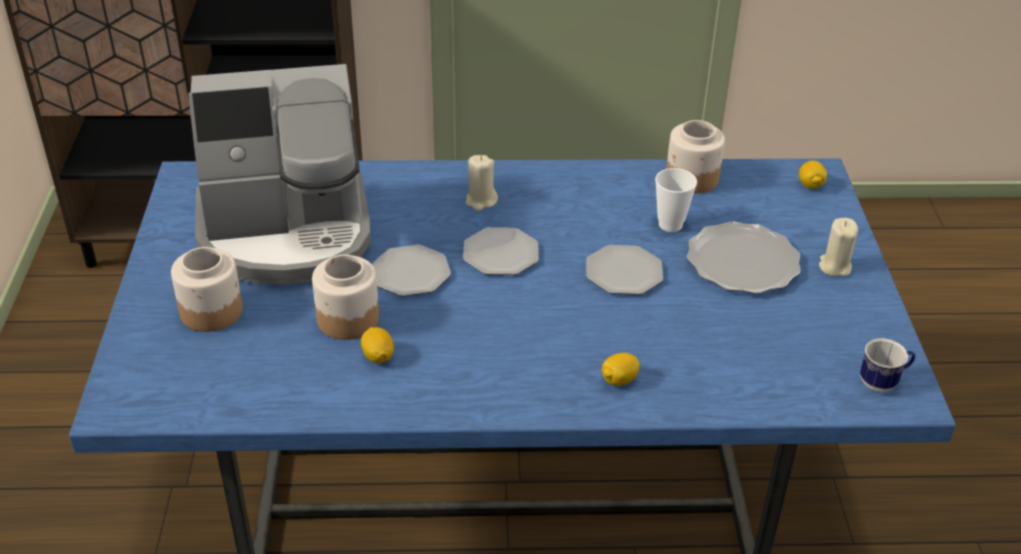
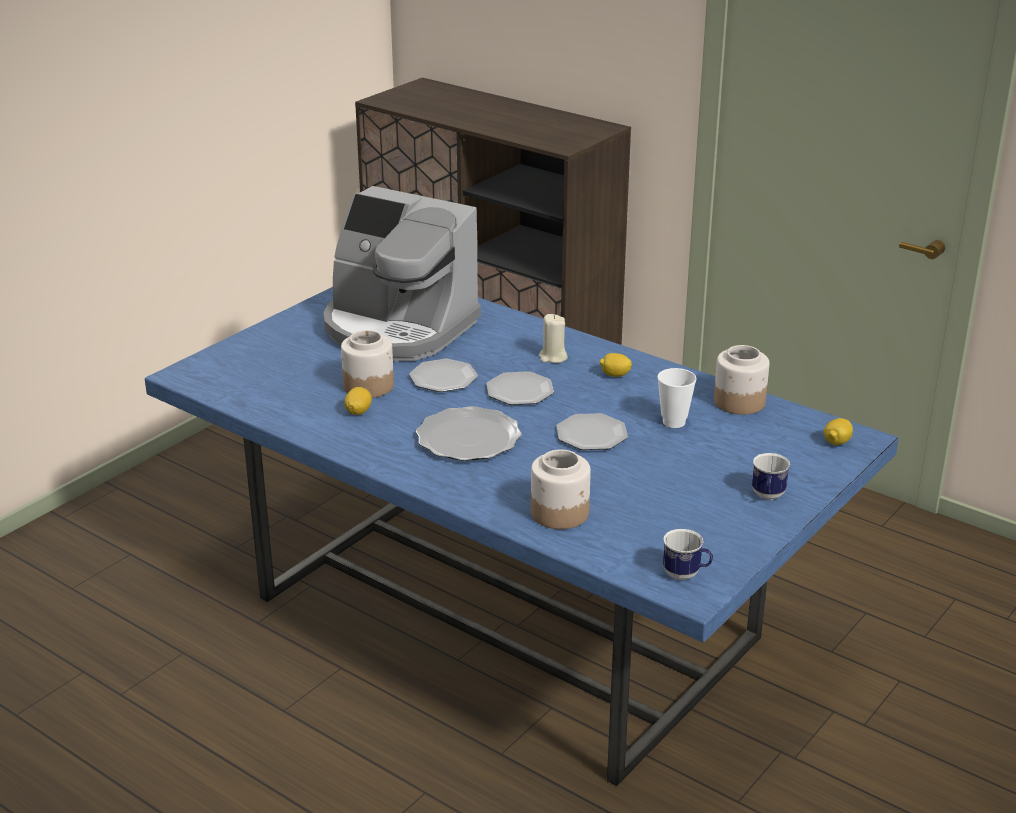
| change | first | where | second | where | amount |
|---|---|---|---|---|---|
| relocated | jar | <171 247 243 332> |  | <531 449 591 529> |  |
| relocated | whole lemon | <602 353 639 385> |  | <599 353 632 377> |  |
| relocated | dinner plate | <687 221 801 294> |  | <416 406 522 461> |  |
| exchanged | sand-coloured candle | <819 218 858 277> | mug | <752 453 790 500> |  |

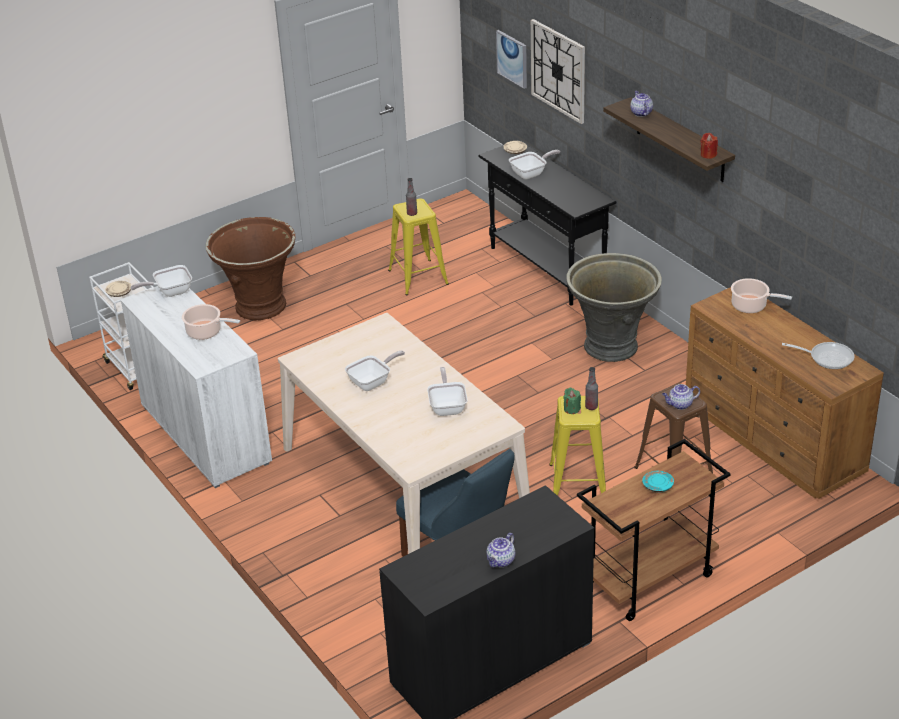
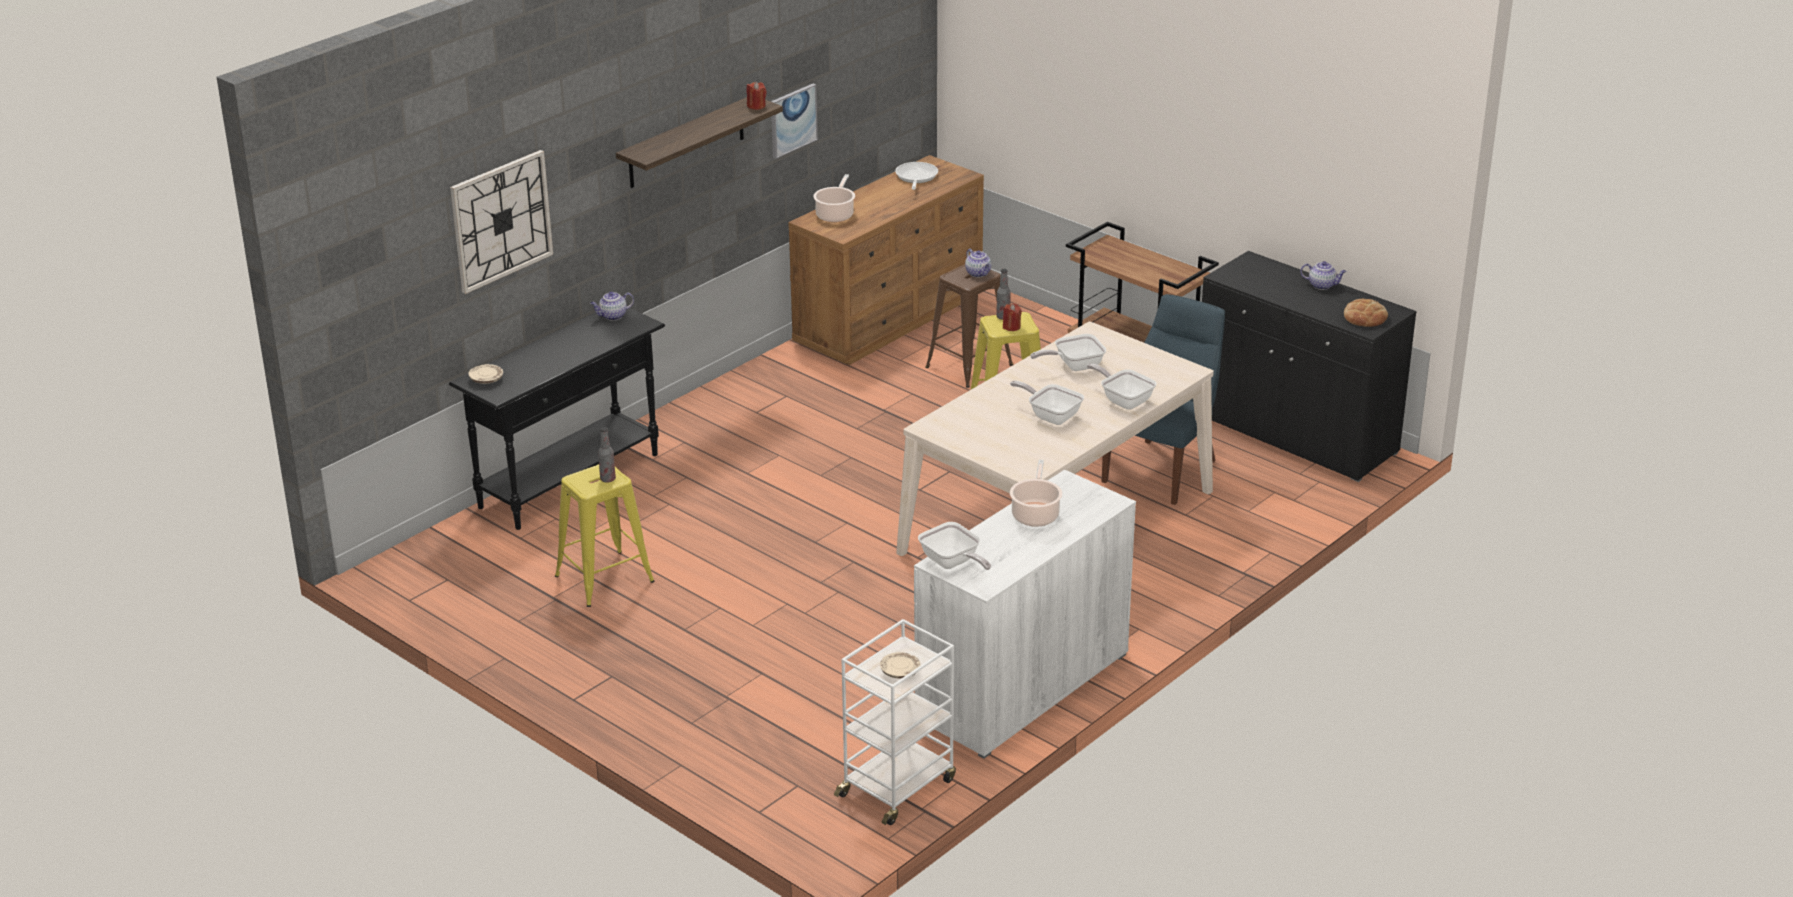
| change | first | where | second | where | amount |
|---|---|---|---|---|---|
| missing | brown planter | <205 217 296 320> |  |  |  |
| missing | grey planter | <566 253 662 362> |  |  |  |
| missing | turquoise dinner plate | <642 471 674 492> |  |  |  |
| appeared |  |  | bread | <1344 299 1388 327> |  |
| relocated | picture | <496 30 527 89> |  | <771 84 818 159> |  |
| relocated | frying pan | <509 150 560 179> |  | <1087 363 1157 410> |  |
| relocated | tea pot | <630 91 653 117> |  | <590 292 634 321> |  |
| colour | greenish candle | <563 387 581 414> | red candle | <1003 303 1022 331> |  |

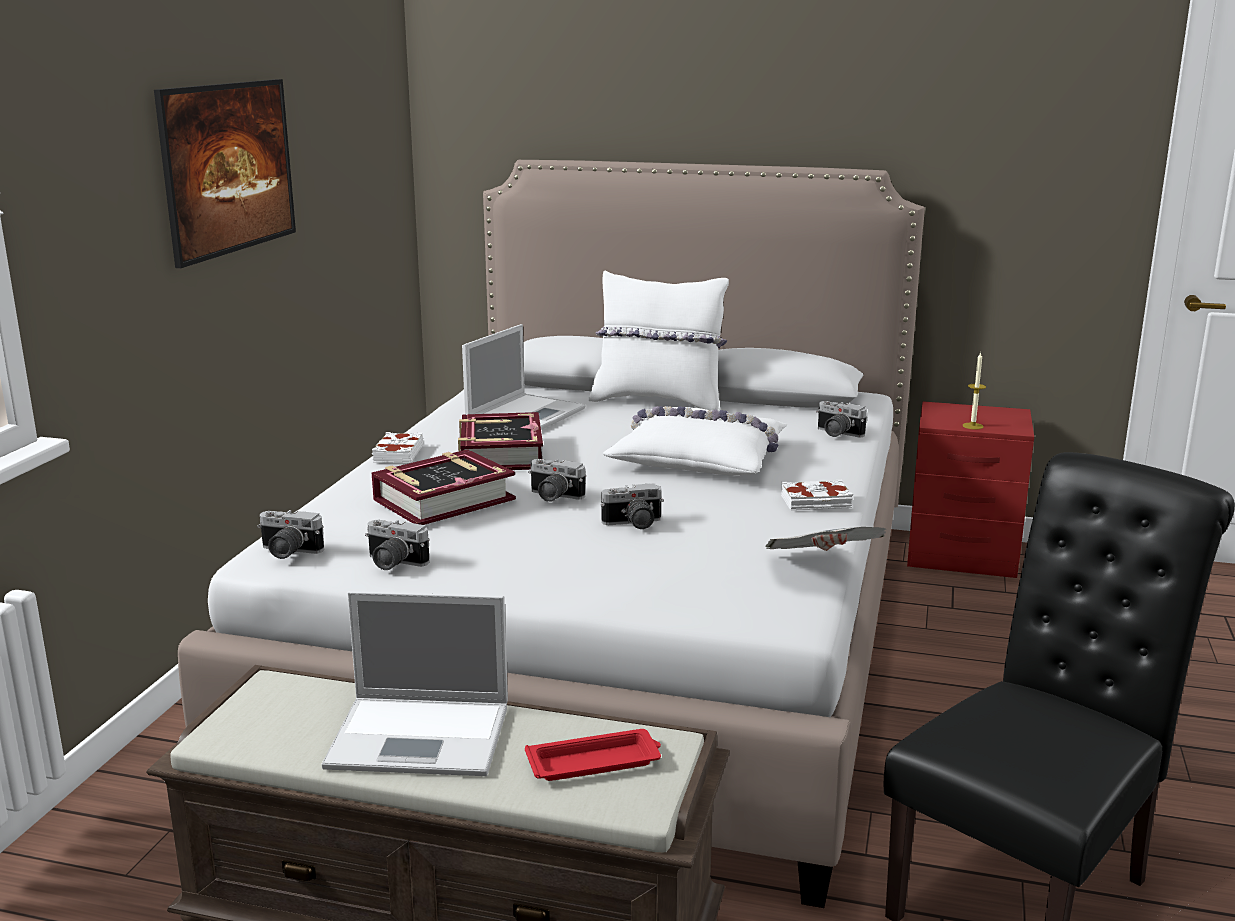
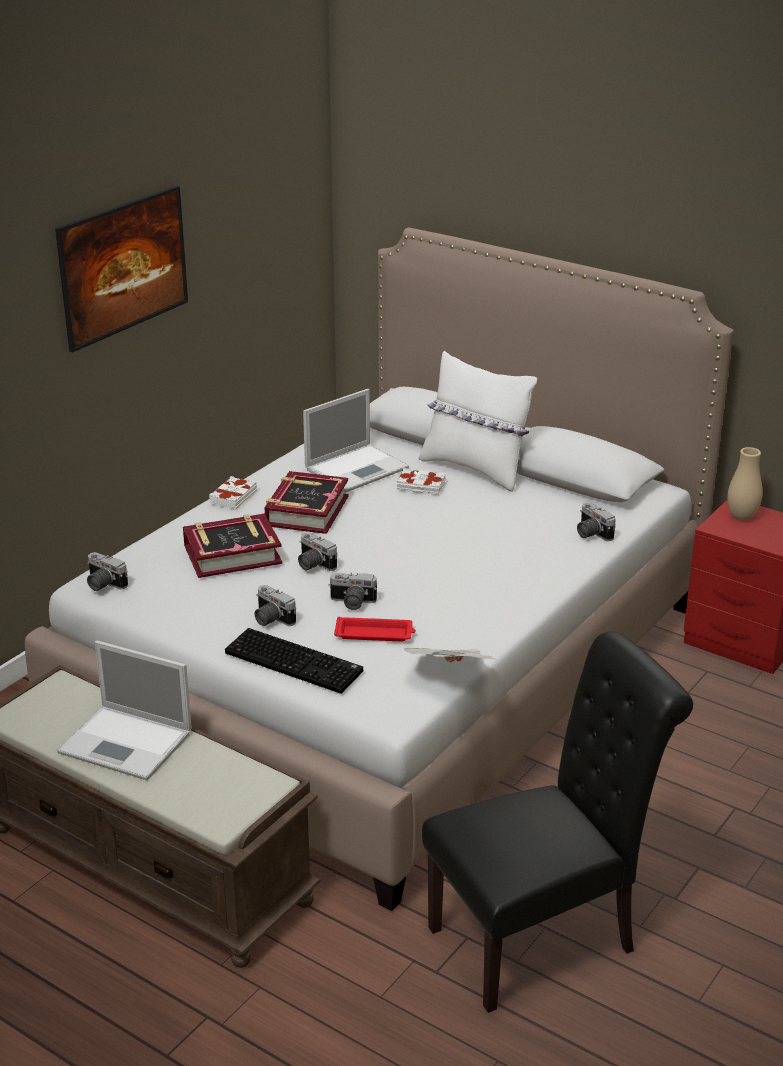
| change | first | where | second | where | amount |
|---|---|---|---|---|---|
| missing | whitish pillow | <603 406 787 476> |  |  |  |
| missing | candle | <962 352 986 429> |  |  |  |
| appeared |  |  | computer keyboard | <225 628 363 694> |  |
| appeared |  |  | sand-coloured decorative vase | <727 447 763 520> |  |
| relocated | still camera | <365 520 429 570> |  | <254 585 296 626> |  |
| relocated | red serving tray | <525 729 661 781> |  | <334 617 416 641> |  |
| relocated | whitish bound book | <781 480 853 510> |  | <397 468 445 495> |  |

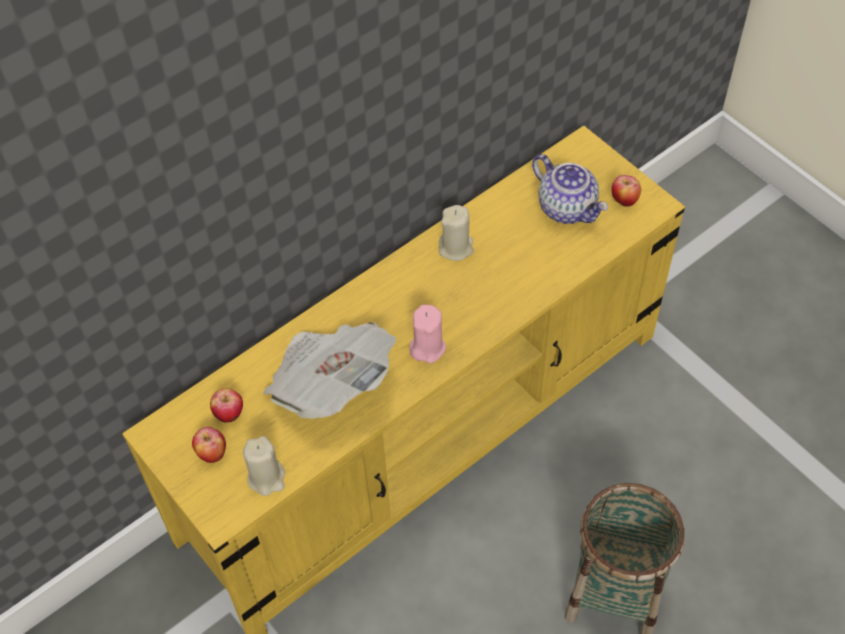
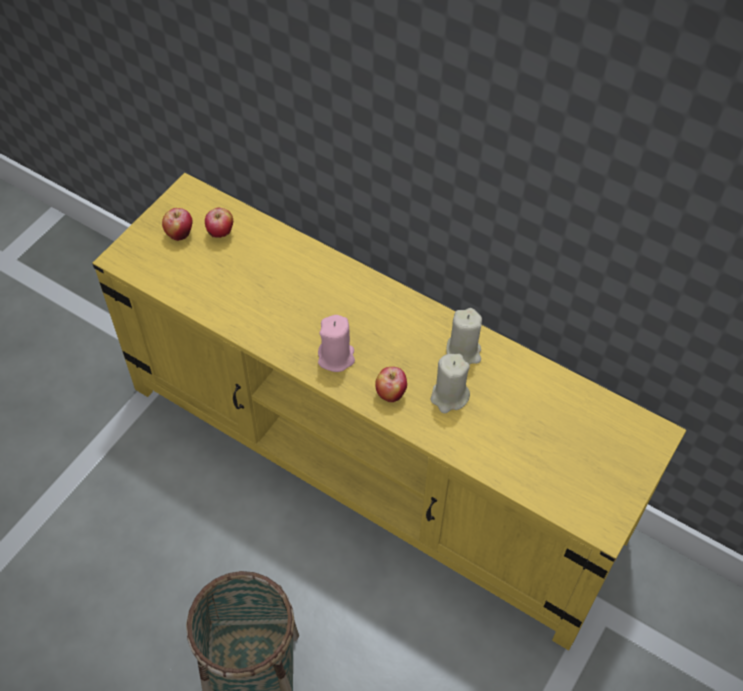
| change | first | where | second | where | amount |
|---|---|---|---|---|---|
| missing | printed paper | <263 322 396 419> |  |  |  |
| missing | tea pot | <532 154 608 224> |  |  |  |
| relocated | sand-coloured candle | <243 436 285 496> |  | <431 354 470 413> |  |
| relocated | apple fruit | <611 175 641 207> |  | <375 367 407 402> |  |

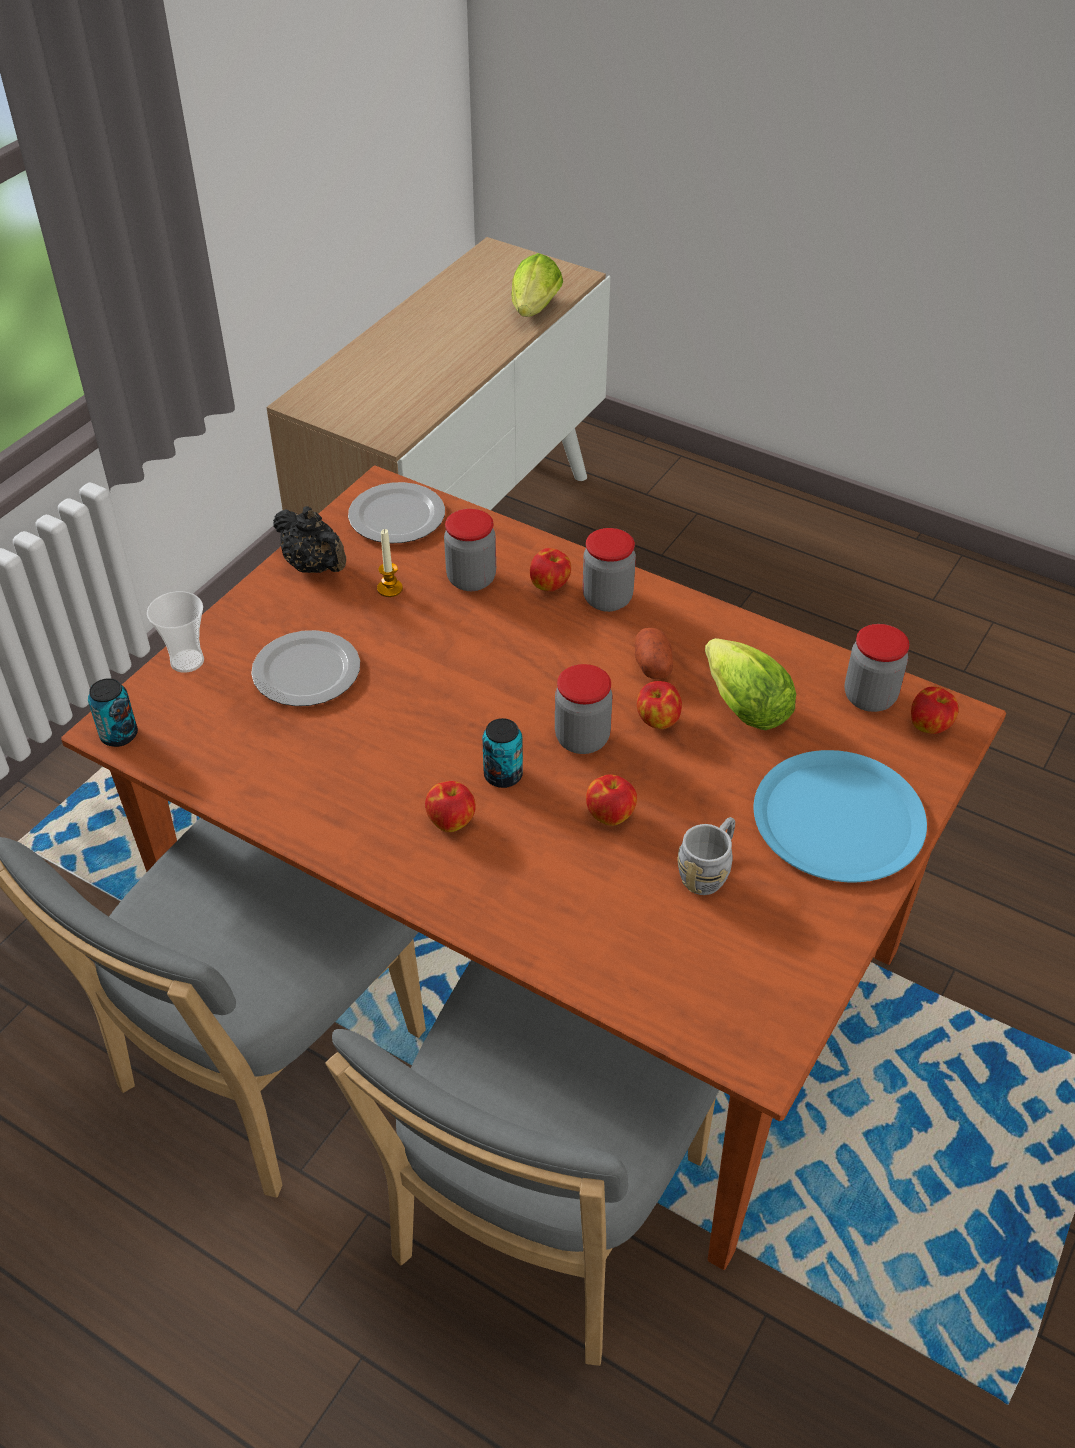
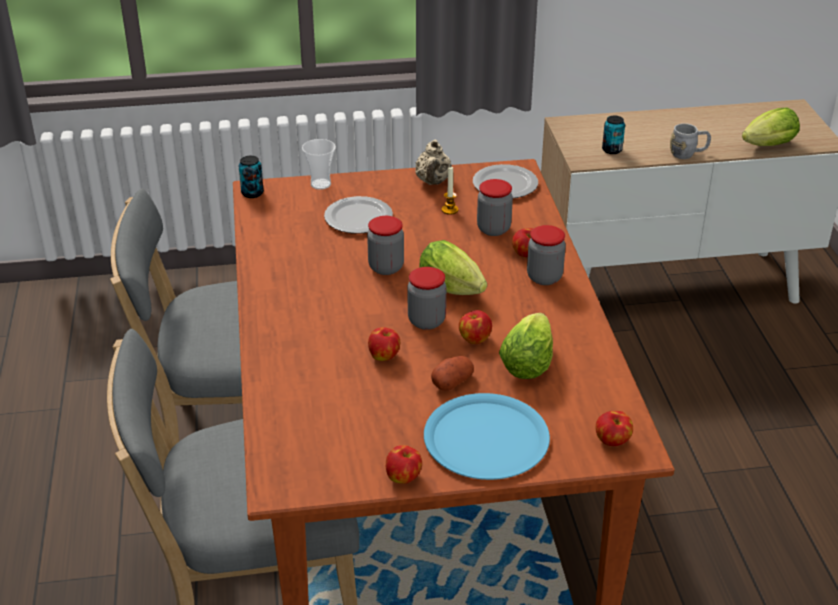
| change | first | where | second | where | amount |
|---|---|---|---|---|---|
| appeared |  |  | lettuce | <419 240 487 295> |  |
| relocated | apple fruit | <425 781 476 832> |  | <386 445 422 484> |  |
| relocated | sealed can | <482 718 523 788> |  | <602 116 625 154> |  |
| relocated | potato | <635 627 673 679> |  | <431 356 474 391> |  |
| relocated | grey mug | <677 817 735 895> |  | <670 123 711 159> |  |
| relocated | jar | <844 624 910 712> |  | <367 216 404 275> |  |
| colour | black tea pot | <273 506 346 573> | sand-coloured tea pot | <415 139 452 185> |  |

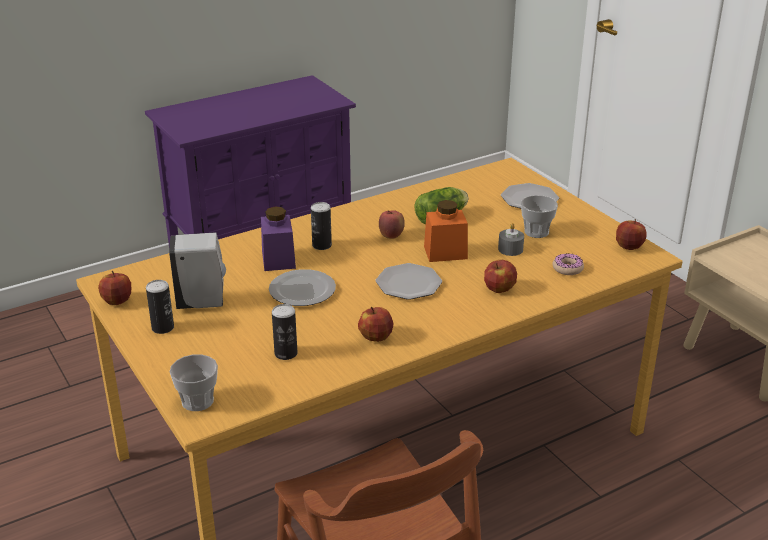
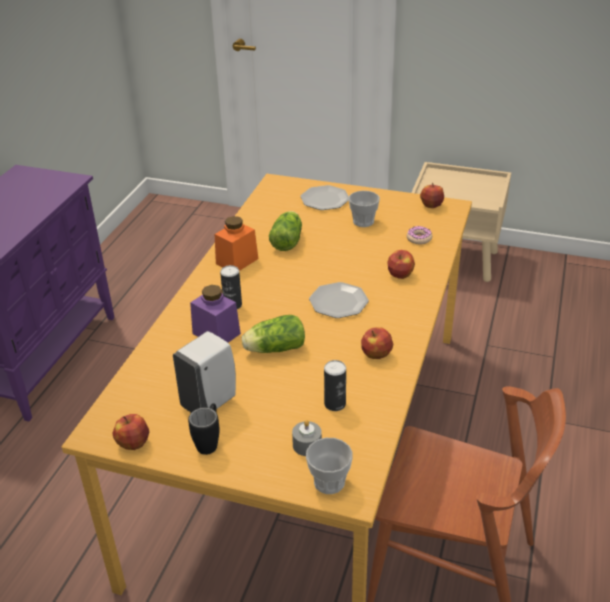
| change | first | where | second | where | amount |
|---|---|---|---|---|---|
| missing | apple fruit | <379 210 405 239> |  |  |  |
| relocated | orangey jar | <424 200 468 262> |  | <215 216 258 271> |  |
| relocated | grey candle | <498 223 524 256> |  | <292 420 322 456> |  |
| exchanged | sealed can | <146 280 174 334> | black mug | <188 403 220 455> |  |
| exchanged | dinner plate | <269 269 336 306> | lettuce | <242 315 305 353> |  |

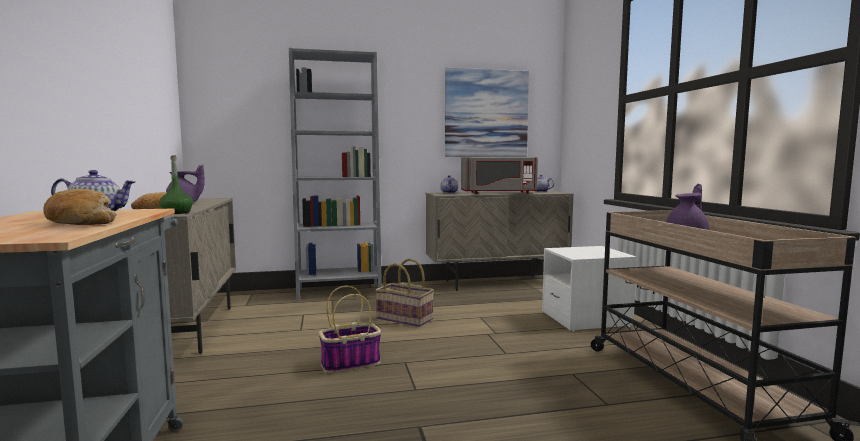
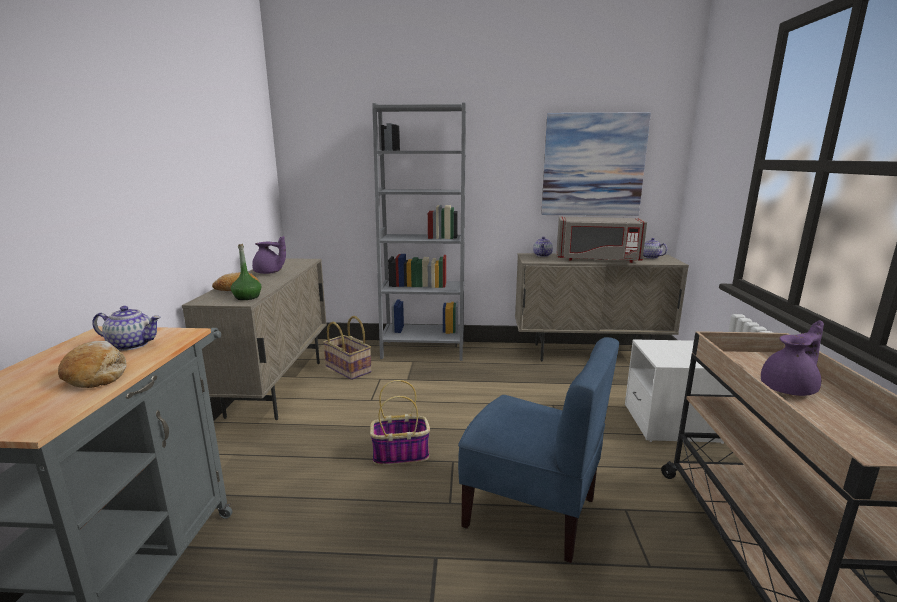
| change | first | where | second | where | amount |
|---|---|---|---|---|---|
| appeared |  |  | blue upright chair | <458 337 619 563> |  |
| relocated | household basket | <375 258 434 327> |  | <323 316 372 380> |  |

